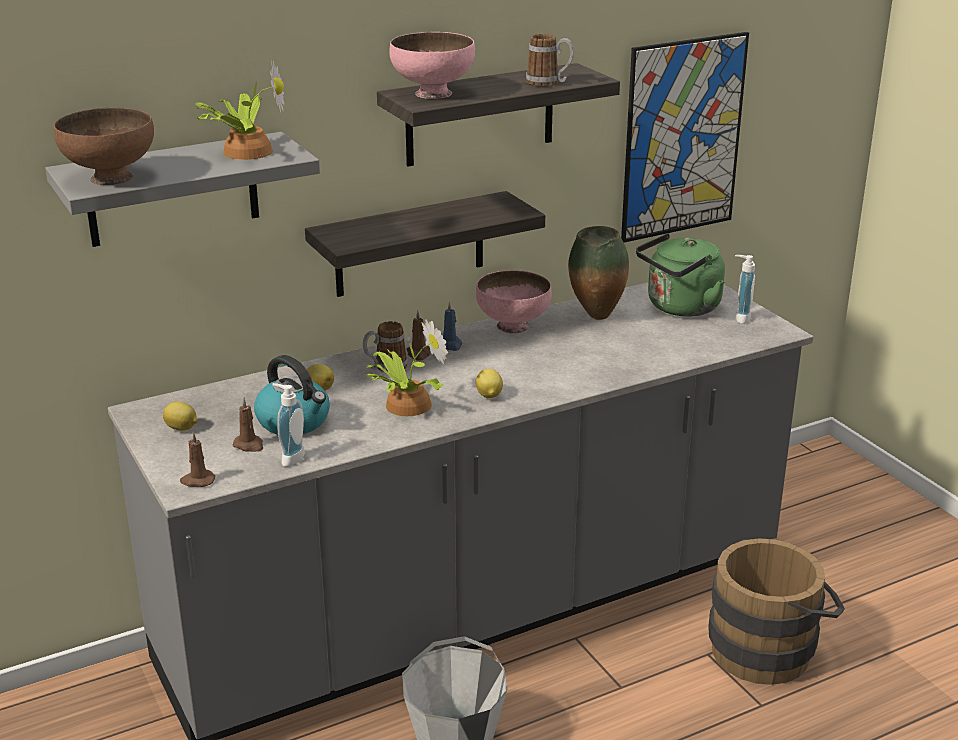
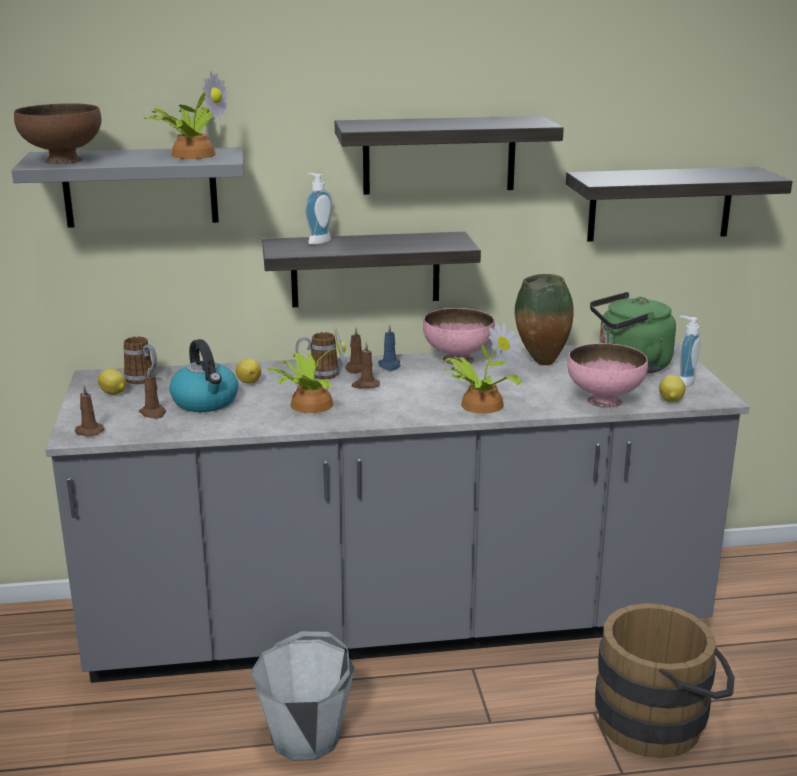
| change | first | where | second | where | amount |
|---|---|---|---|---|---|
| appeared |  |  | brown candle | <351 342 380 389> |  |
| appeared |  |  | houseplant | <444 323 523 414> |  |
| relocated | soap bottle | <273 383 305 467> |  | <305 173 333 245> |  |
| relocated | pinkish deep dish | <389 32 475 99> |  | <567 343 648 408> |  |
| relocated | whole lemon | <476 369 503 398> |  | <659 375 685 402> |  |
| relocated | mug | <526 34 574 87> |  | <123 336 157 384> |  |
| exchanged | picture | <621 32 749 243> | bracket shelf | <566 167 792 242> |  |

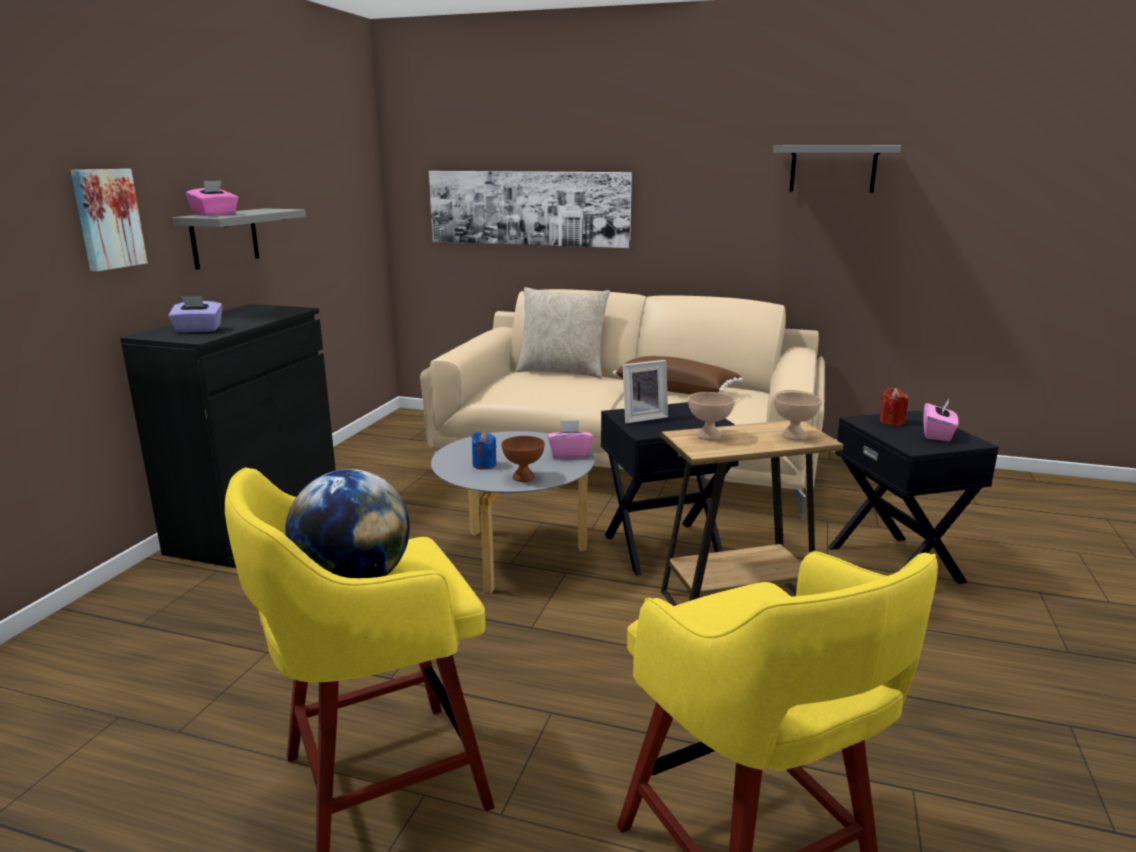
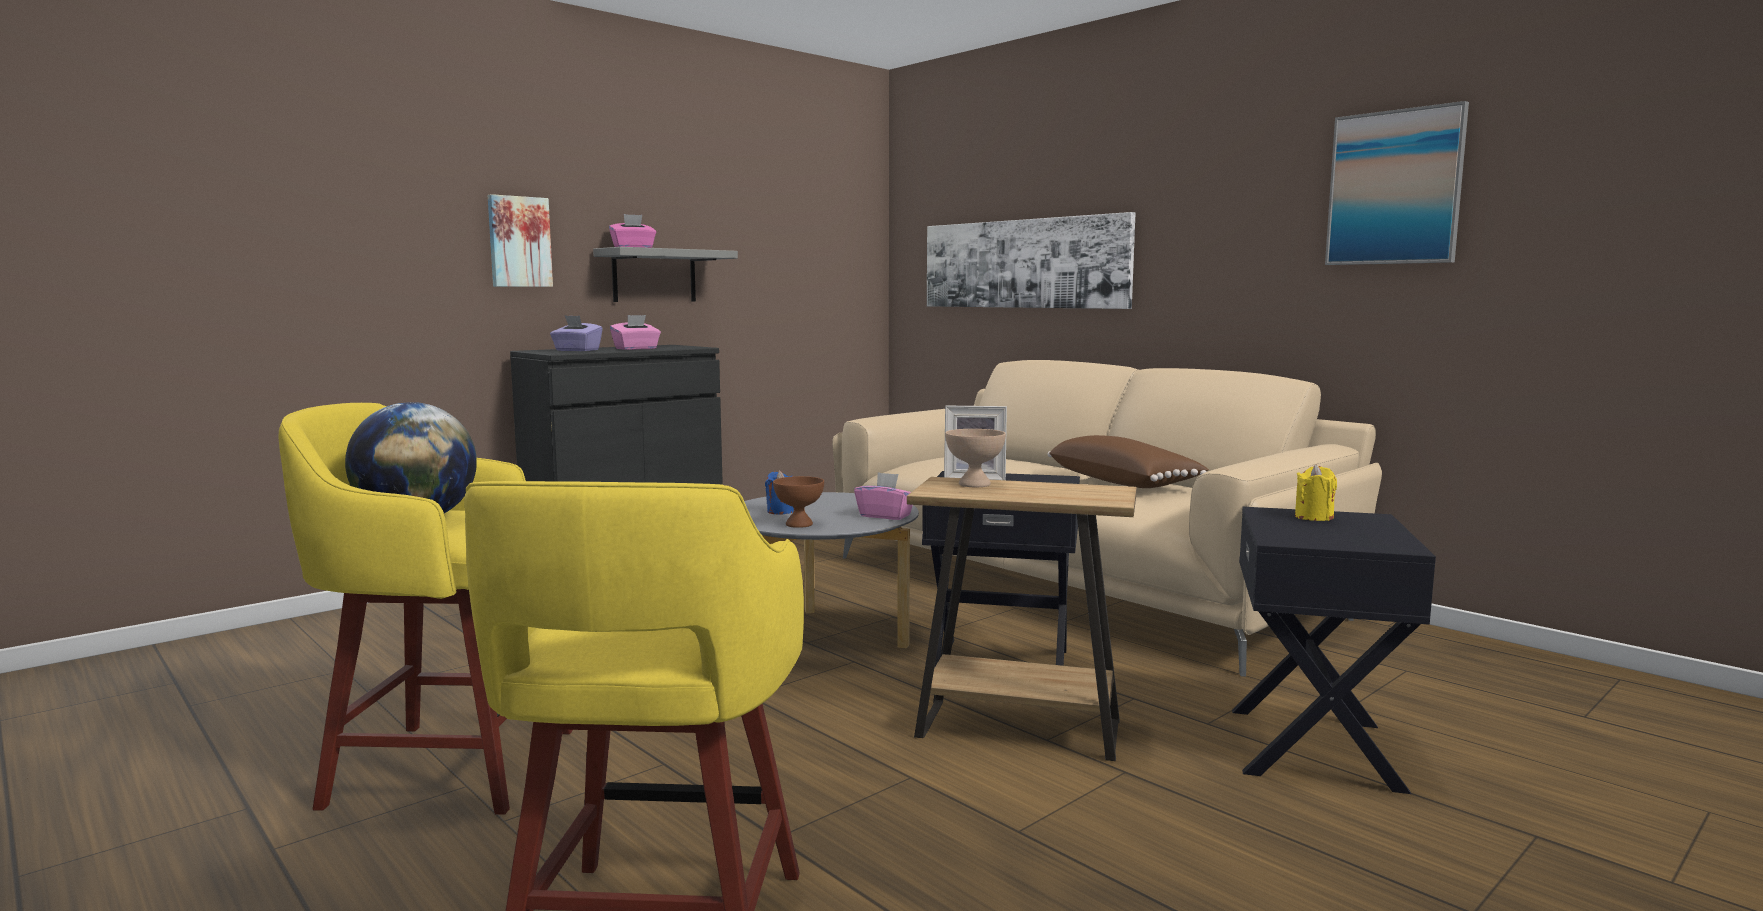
| change | first | where | second | where | amount |
|---|---|---|---|---|---|
| missing | sand-coloured pillow | <516 287 610 378> |  |  |  |
| missing | sand-coloured deep dish | <774 392 822 441> |  |  |  |
| relocated | pinkish tissue holder | <923 399 959 441> |  | <610 315 661 350> |  |
| exchanged | grey bracket shelf | <773 145 901 193> | picture | <1325 101 1469 265> |  |
| colour | red candle | <880 388 908 425> | yellowish candle | <1295 464 1337 521> |  |

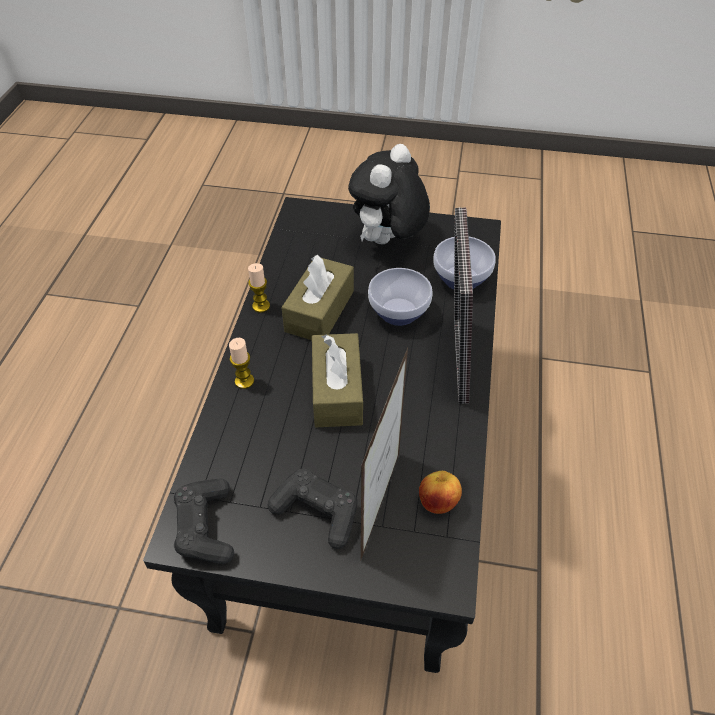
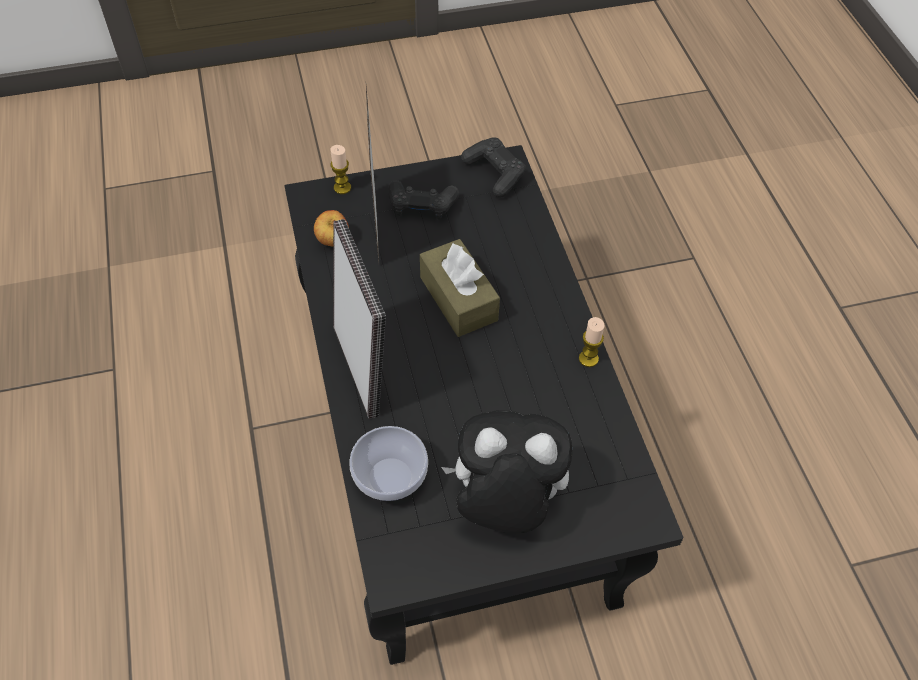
| change | first | where | second | where | amount |
|---|---|---|---|---|---|
| missing | brown tissue holder | <281 255 354 340> |  |  |  |
| missing | deep dish | <368 268 433 326> |  |  |  |
| relocated | candle | <229 337 254 389> |  | <330 145 351 194> |  |
| spun | soft toy | <348 144 430 244> |  | <441 410 572 534> | 90 degrees counterclockwise |

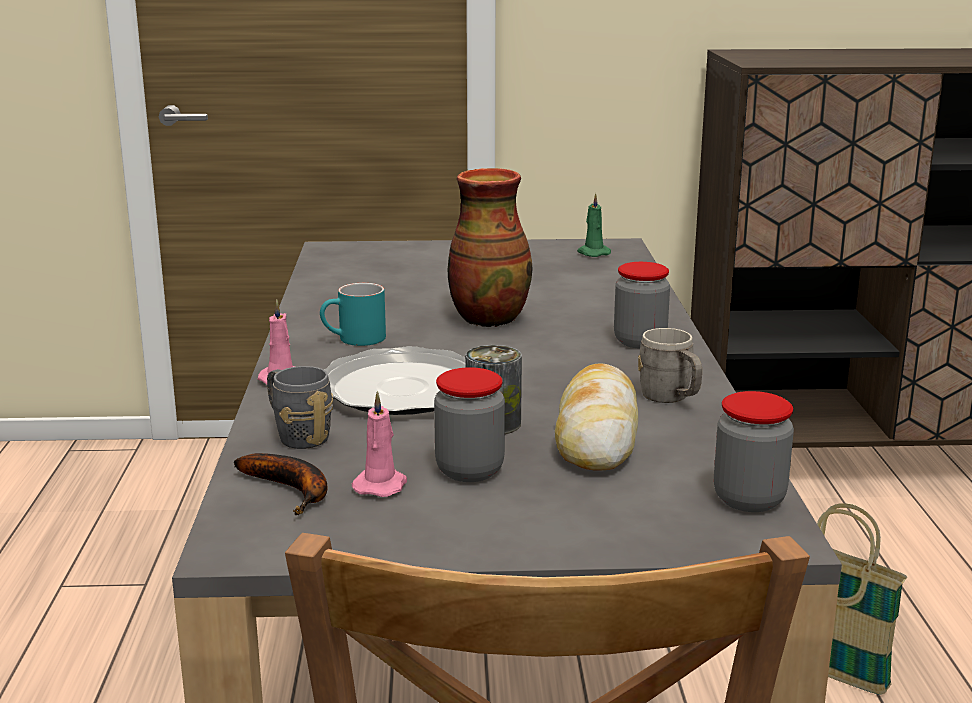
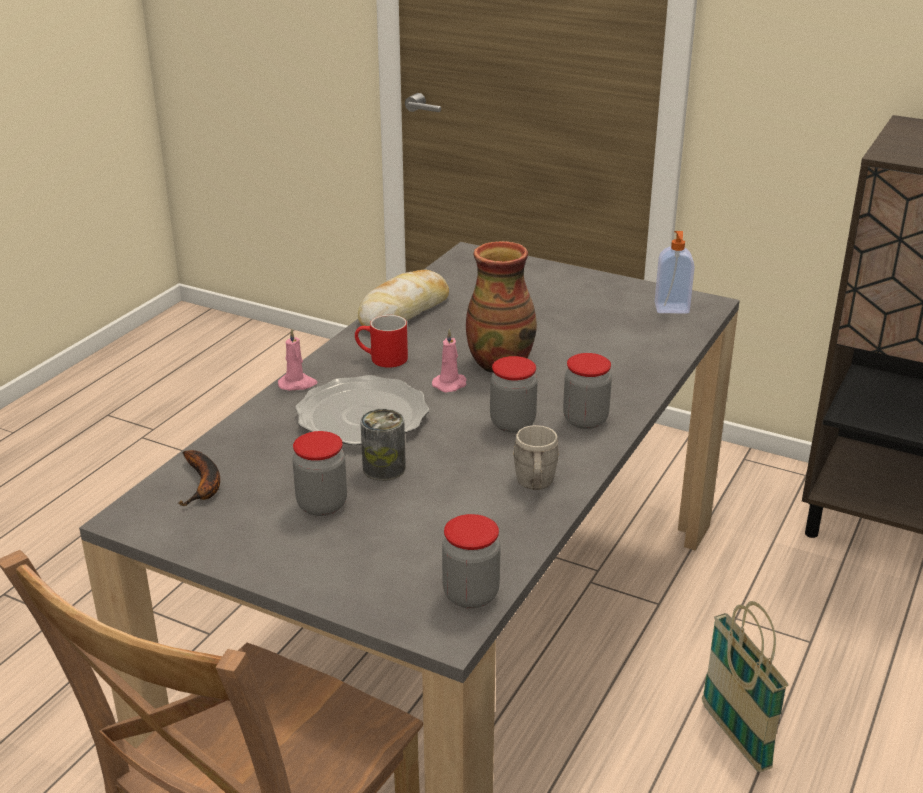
| change | first | where | second | where | amount |
|---|---|---|---|---|---|
| missing | grey mug | <267 366 333 449> |  |  |  |
| appeared |  |  | jar | <490 356 538 433> |  |
| relocated | pinkish candle | <352 391 407 497> |  | <432 329 467 393> |  |
| relocated | bread | <555 363 638 471> |  | <358 270 449 326> |  |
| exchanged | greenish candle | <577 193 611 257> | soap bottle | <655 231 695 314> |  |
| colour | turquoise mug | <320 283 386 346> | red mug | <355 315 408 368> |  |

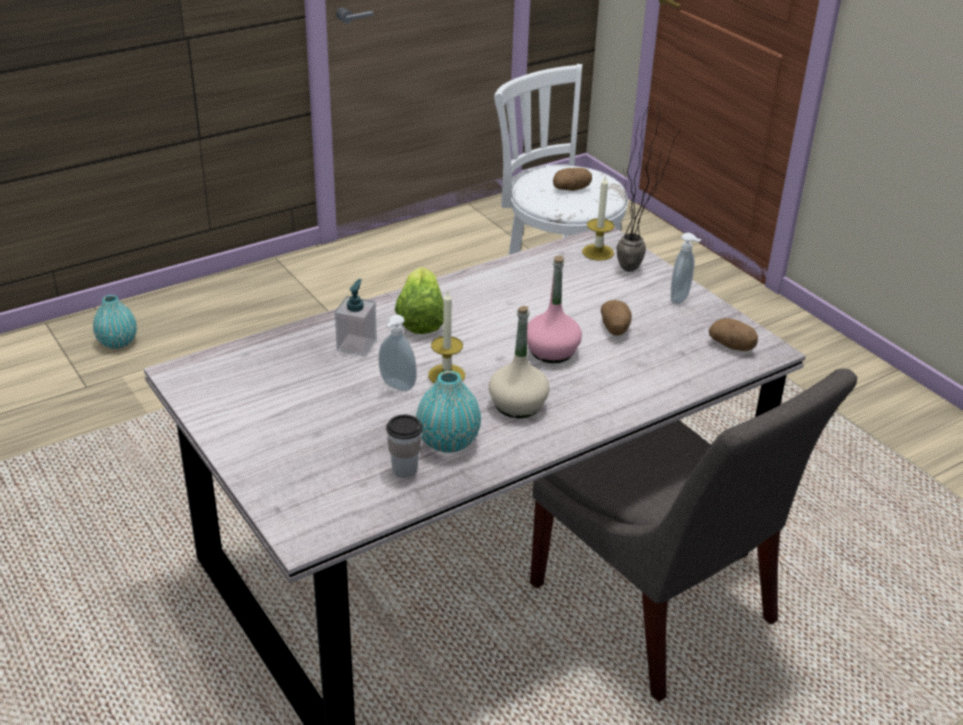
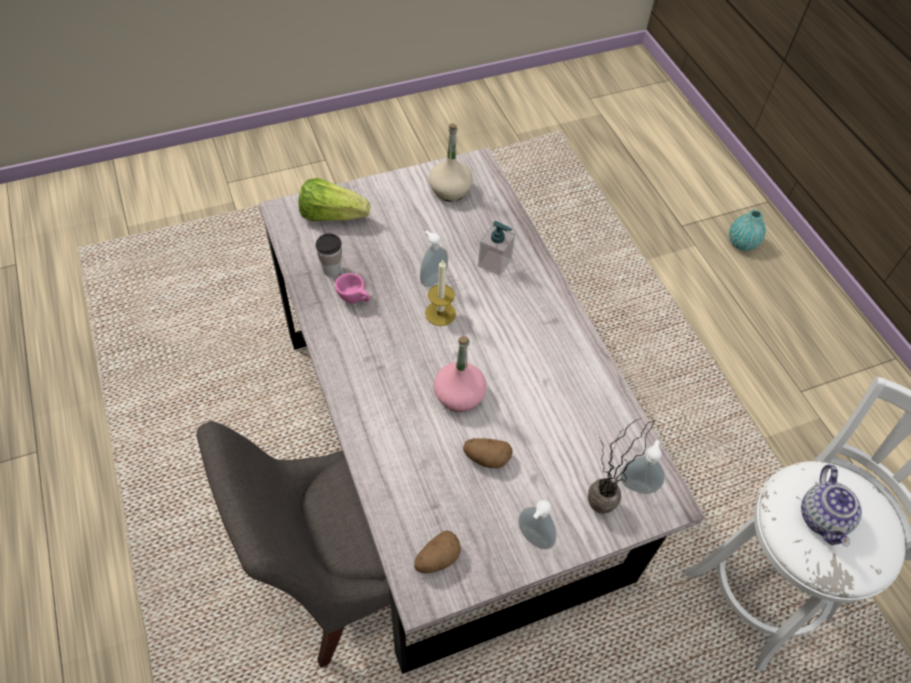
| change | first | where | second | where | amount |
|---|---|---|---|---|---|
| relocated | lettuce | <395 267 444 334> |  | <298 178 370 221> |  |
| relocated | sand-coloured drink bottle | <489 306 550 418> |  | <429 124 473 202> |  |
| exchanged | turquoise decorative vase | <416 371 481 453> | pinkish small cup | <335 273 370 304> |  |
| exchanged | potato | <553 168 592 191> | tea pot | <801 465 862 547> |  |
| exchanged | candle | <582 175 614 261> | soap bottle | <620 440 665 494> |  |

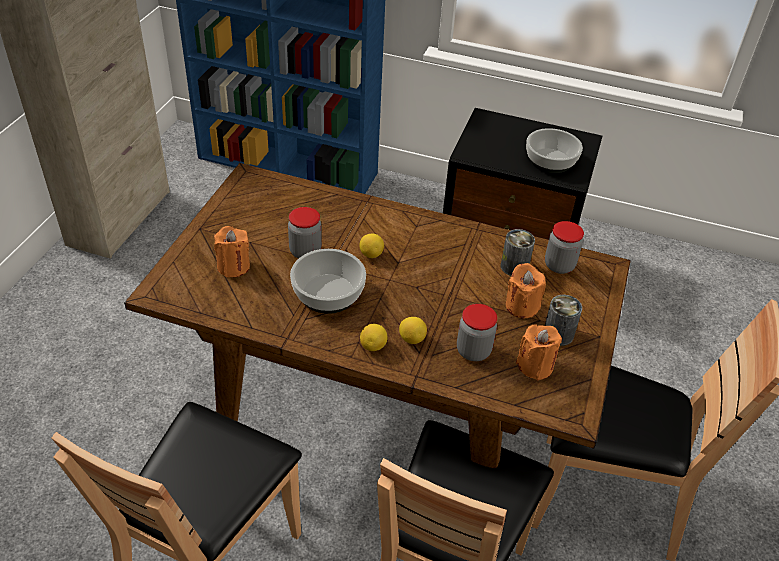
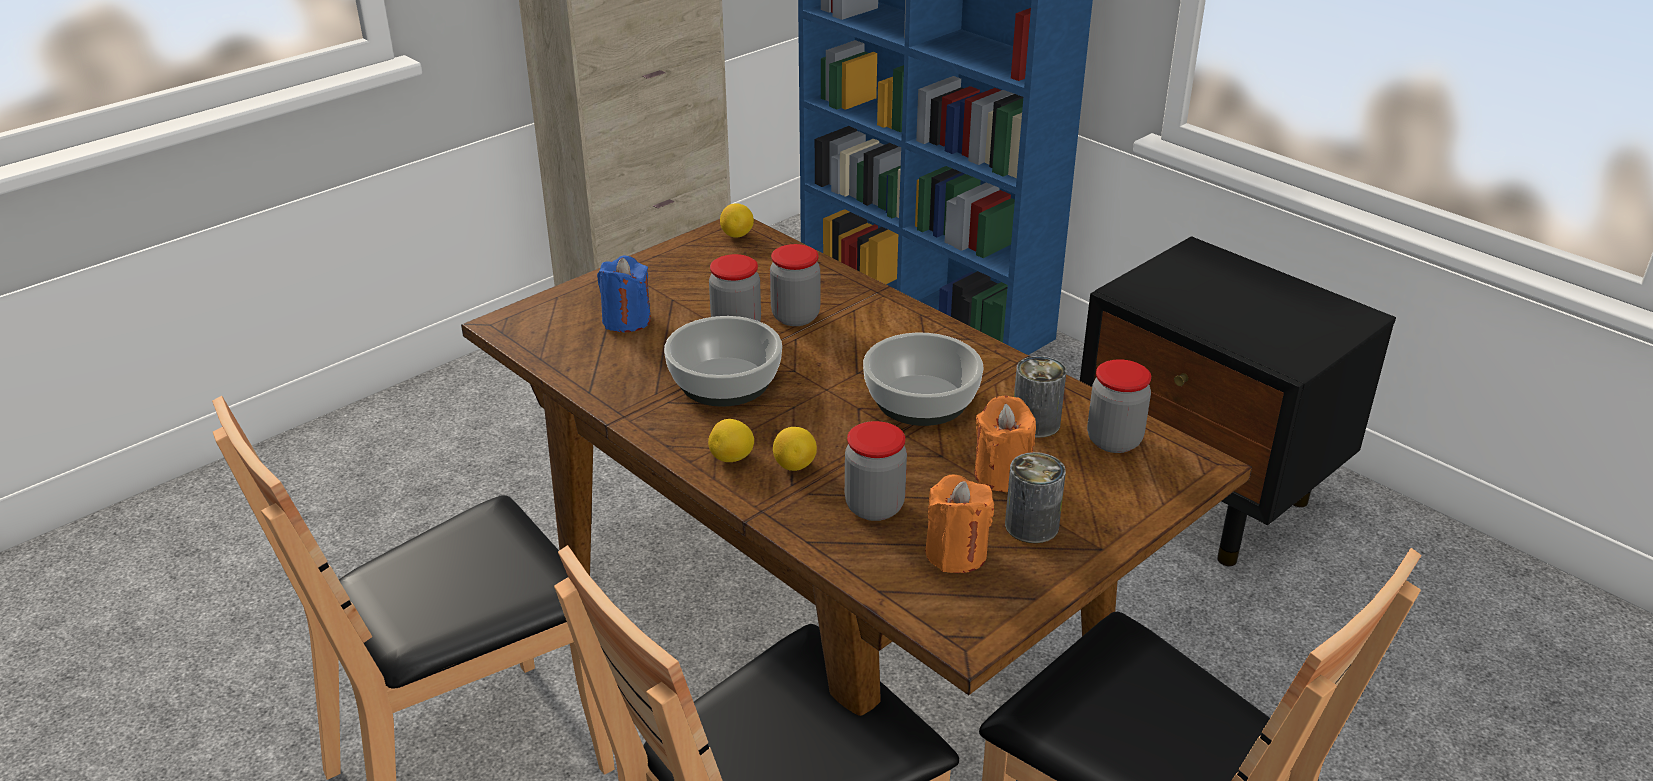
| change | first | where | second | where | amount |
|---|---|---|---|---|---|
| appeared |  |  | jar | <770 244 820 326> |  |
| relocated | whole lemon | <359 234 384 258> |  | <720 203 754 238> |  |
| relocated | deep dish | <526 128 583 173> |  | <863 333 984 426> |  |
| colour | orangey candle | <214 226 250 277> | blue candle | <597 255 651 332> |  |

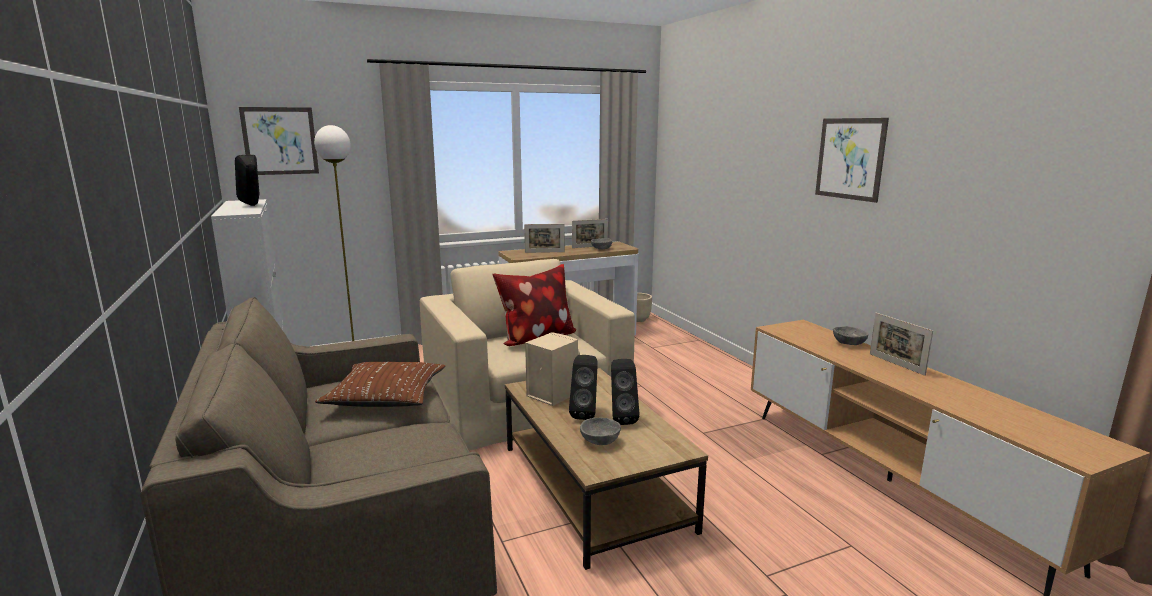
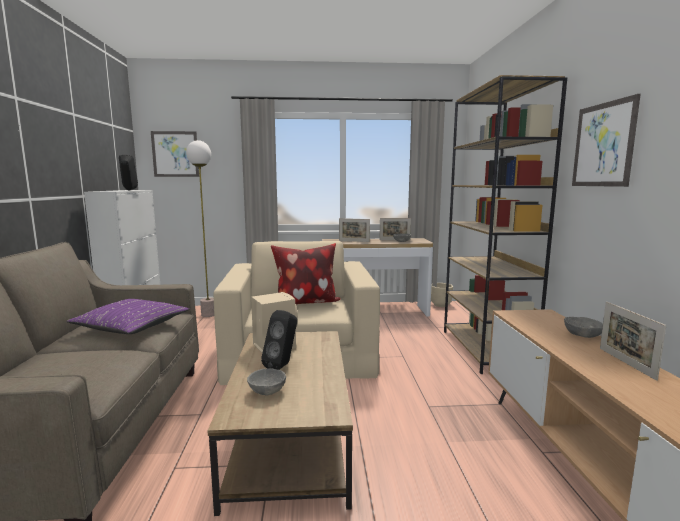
| change | first | where | second | where | amount |
|---|---|---|---|---|---|
| missing | black speaker | <611 359 640 425> |  |  |  |
| appeared |  |  | brown bookshelf | <444 75 567 374> |  |
| colour | brown pillow | <315 362 445 407> | purplish pillow | <67 299 189 334> |  |

